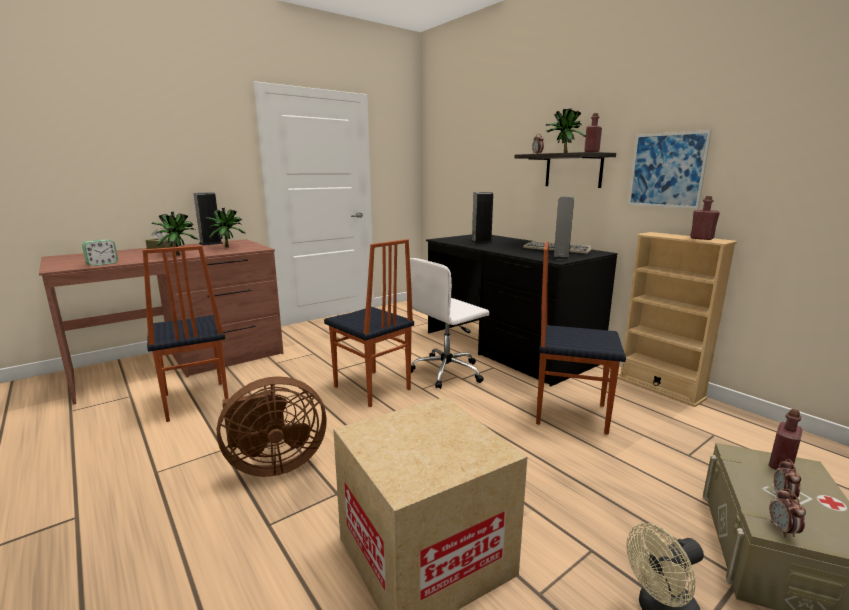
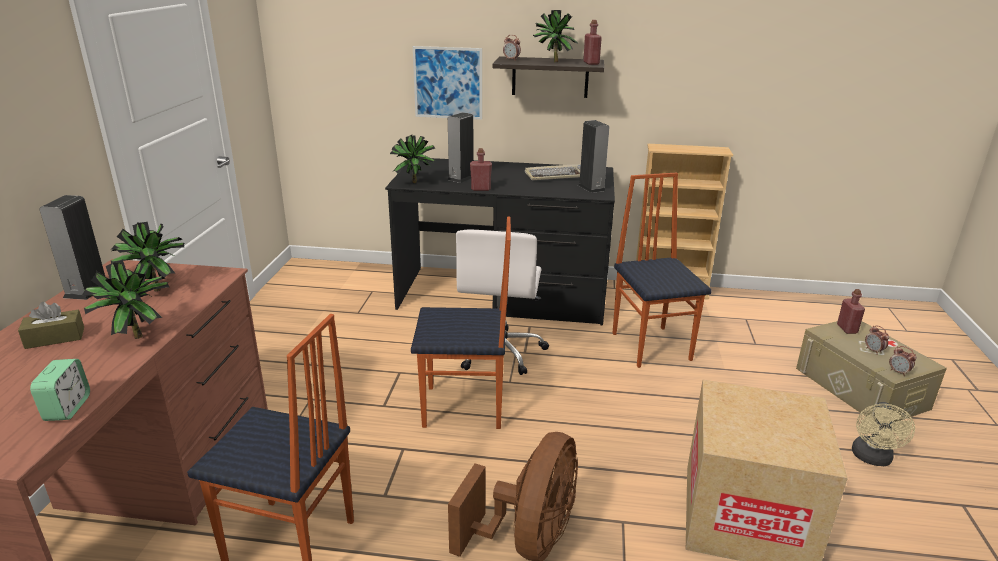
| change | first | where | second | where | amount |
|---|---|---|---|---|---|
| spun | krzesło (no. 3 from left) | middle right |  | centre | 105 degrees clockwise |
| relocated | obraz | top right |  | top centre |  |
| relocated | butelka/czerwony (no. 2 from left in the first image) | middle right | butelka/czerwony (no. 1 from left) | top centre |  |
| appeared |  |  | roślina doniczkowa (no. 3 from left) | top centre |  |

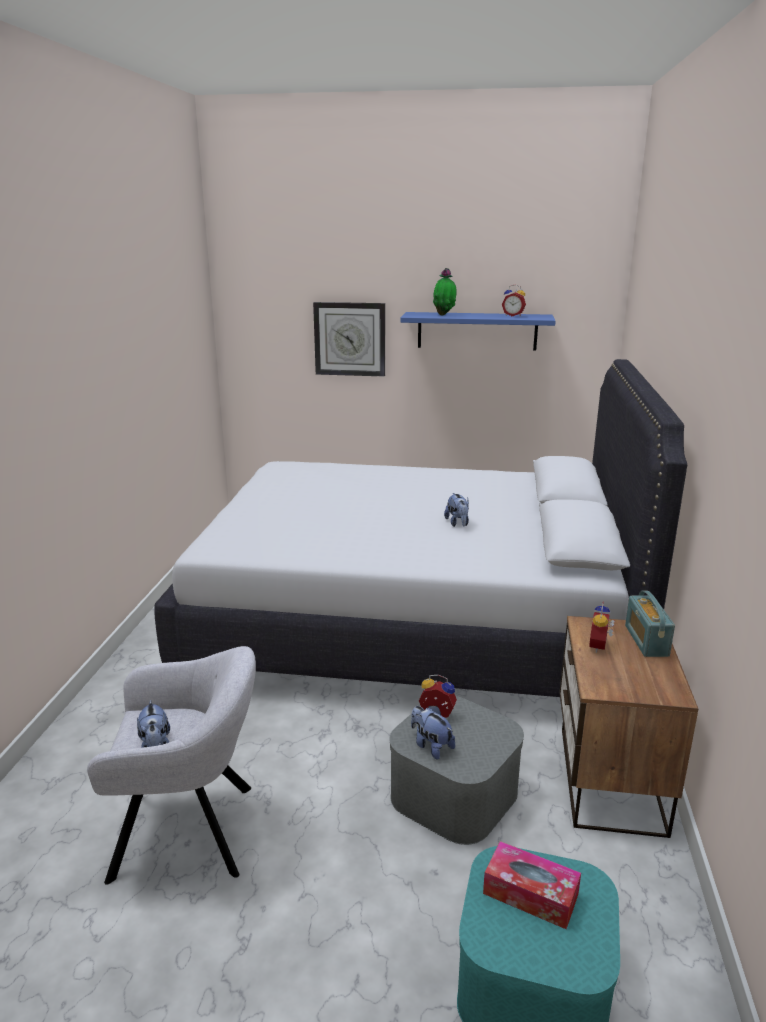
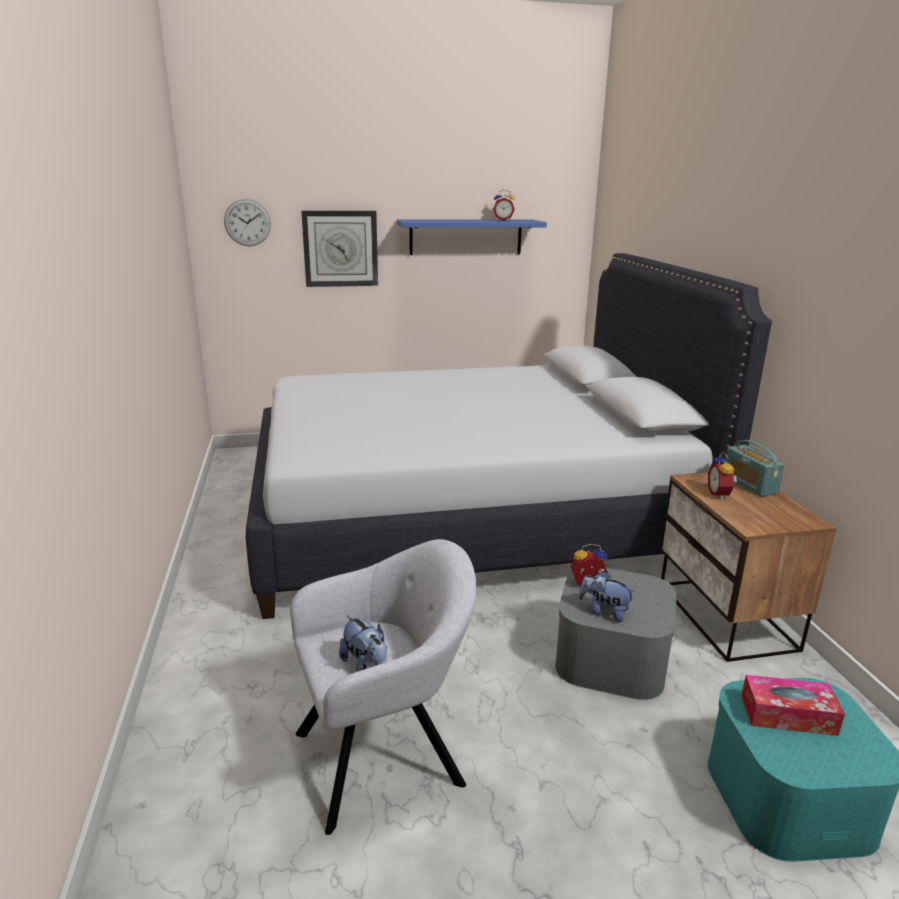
| change | first | where | second | where | amount |
|---|---|---|---|---|---|
| missing | roślina doniczkowa | top centre |  |  |  |
| missing | pluszak (no. 3 from left) | centre |  |  |  |
| appeared |  |  | zegar ścienny (no. 1 from left) | top left |  |

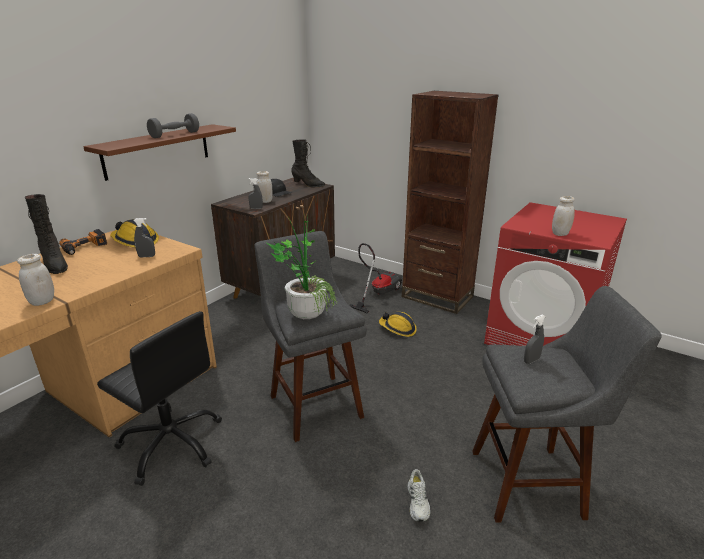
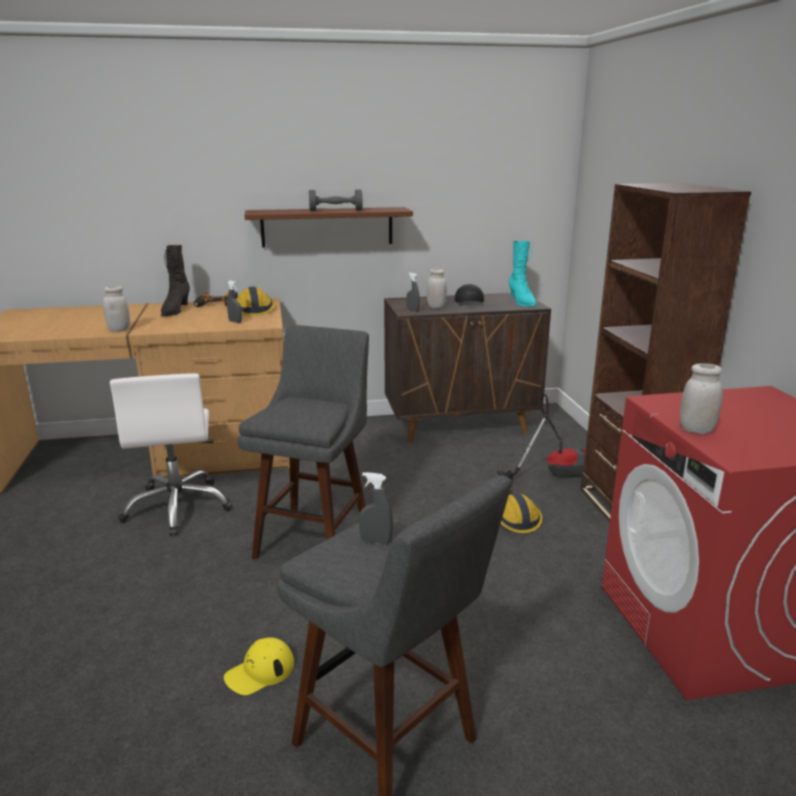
| change | first | where | second | where | amount |
|---|---|---|---|---|---|
| colour | krzesło biurowe/czarny | bottom left | krzesło biurowe/biały | middle left |  |
| missing | roślina doniczkowa | centre |  |  |  |
| colour | but z cholewką/czarny (no. 2 from left) | top centre | but z cholewką/turkusowy | centre |  |
| exchanged | but/biały | bottom centre | czapka z daszkiem/żółty | bottom left |  |

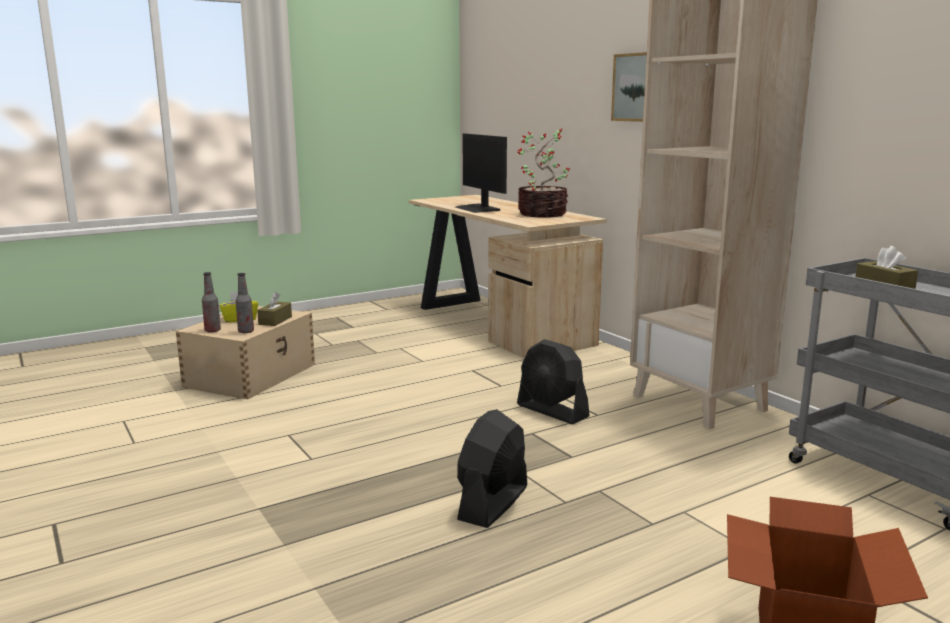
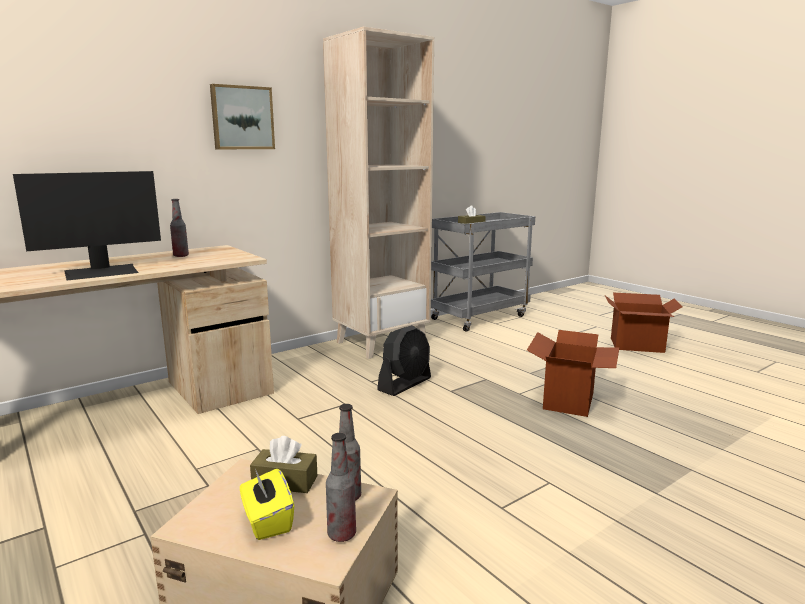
| change | first | where | second | where | amount |
|---|---|---|---|---|---|
| exchanged | wentylator/czarny (no. 1 from left) | bottom centre | karton (no. 1 from left) | middle right |  |
| exchanged | roślina doniczkowa | top centre | butelka (no. 1 from left) | middle left |  |

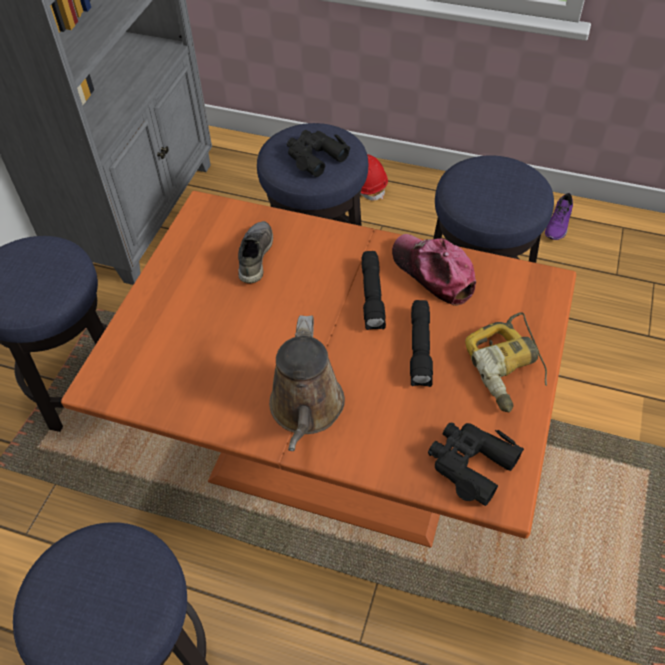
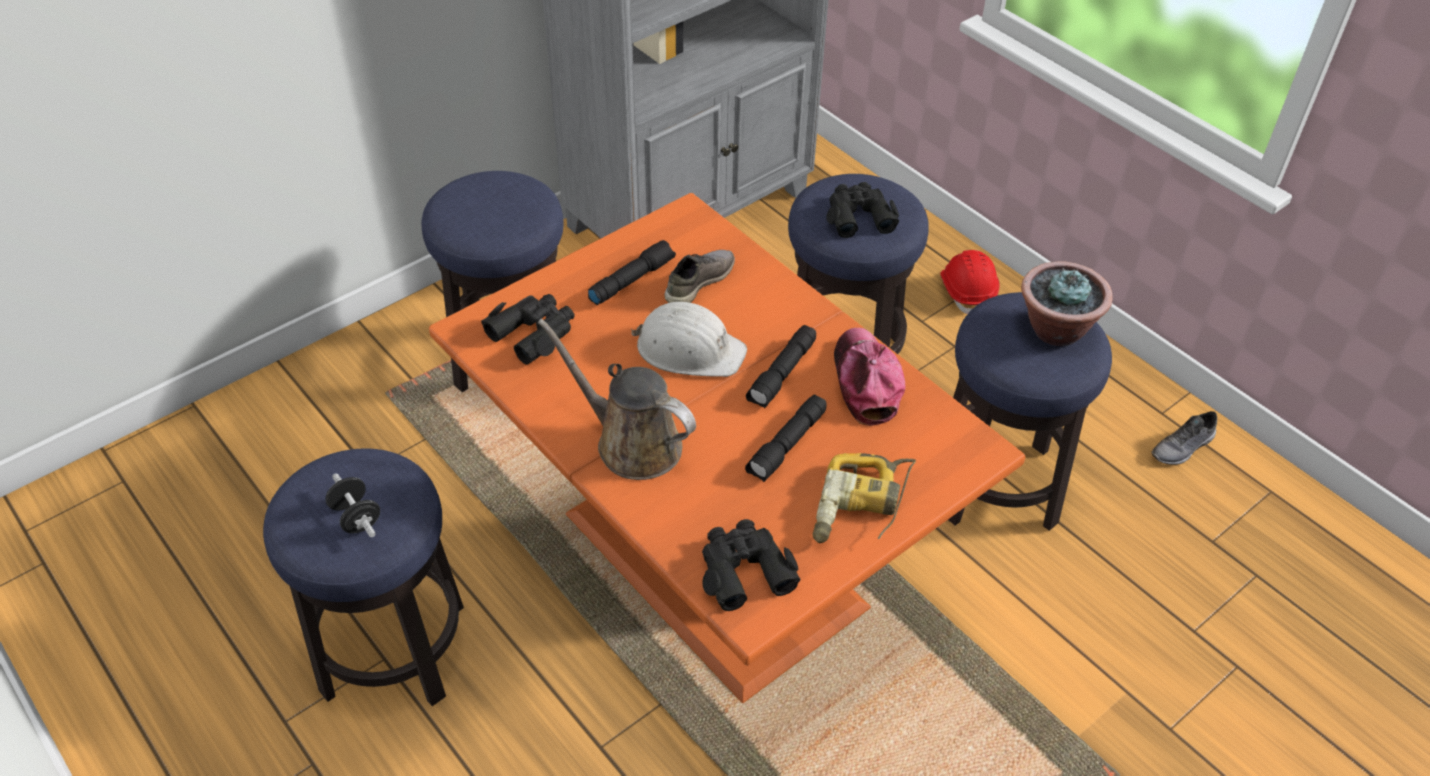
| change | first | where | second | where | amount |
|---|---|---|---|---|---|
| spun | konewka/brązowy | centre |  | centre | 90 degrees clockwise |
| colour | but/fioletowy | top right | but/szary (no. 2 from left) | middle right |  |
| appeared |  |  | hantel/czarny | middle left |  |
| appeared |  |  | lornetka/czarny (no. 1 from left) | centre |  |
| appeared |  |  | latarka/czarny (no. 1 from left) | centre |  |
| appeared |  |  | kask/biały | centre |  |
| appeared |  |  | roślina doniczkowa | middle right |  |

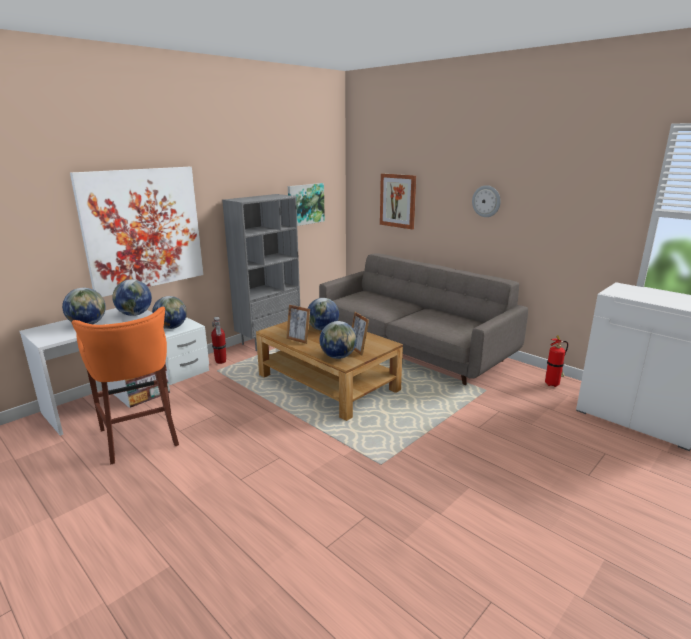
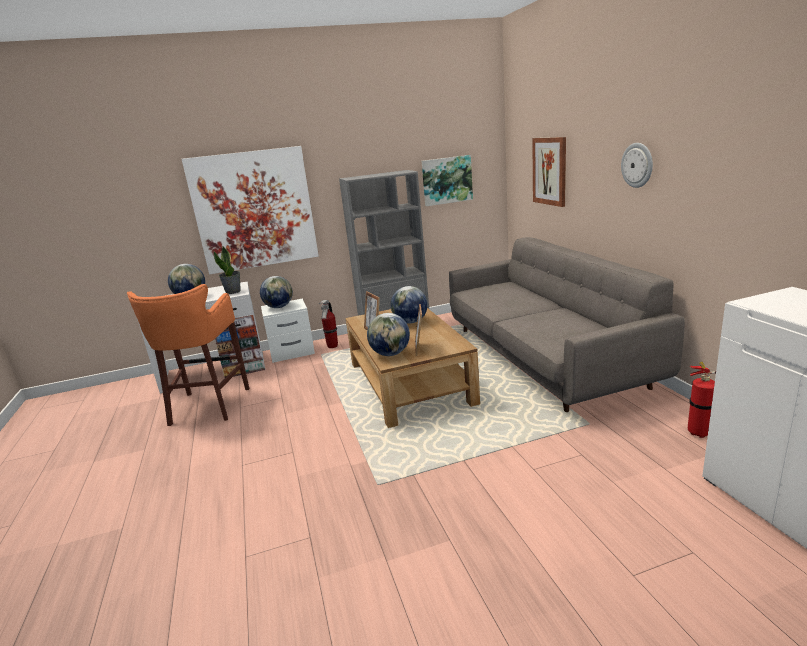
| change | first | where | second | where | amount |
|---|---|---|---|---|---|
| exchanged | globus (no. 2 from left) | middle left | roślina doniczkowa | middle left |  |

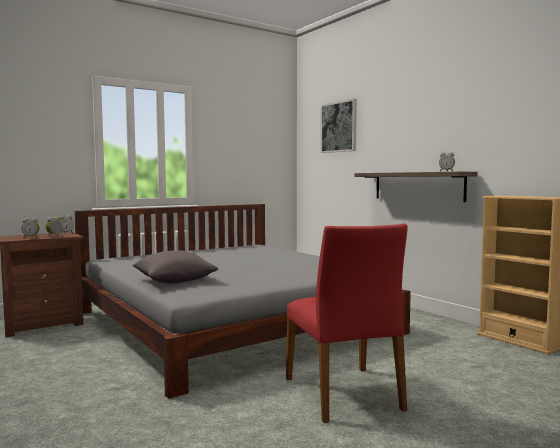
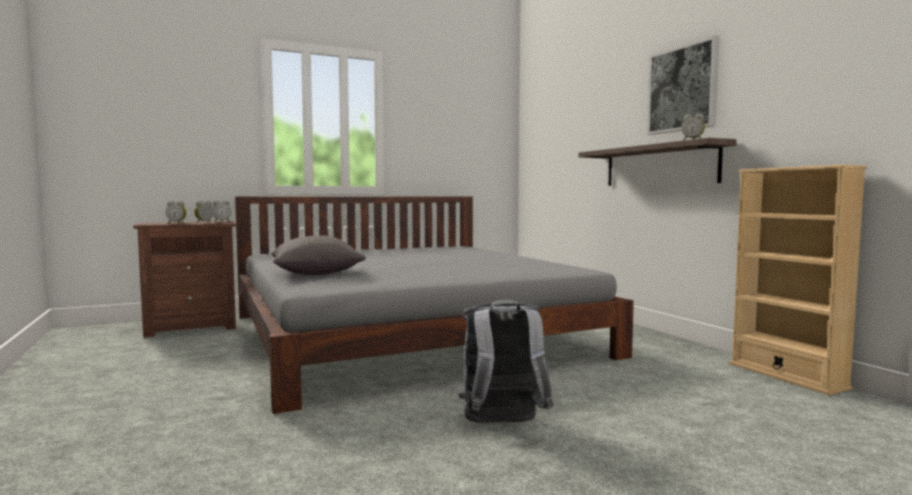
| change | first | where | second | where | amount |
|---|---|---|---|---|---|
| exchanged | krzesło/czerwony | bottom centre | plecak/szary | bottom centre |  |
| relocated | obraz | top centre |  | top right |  |

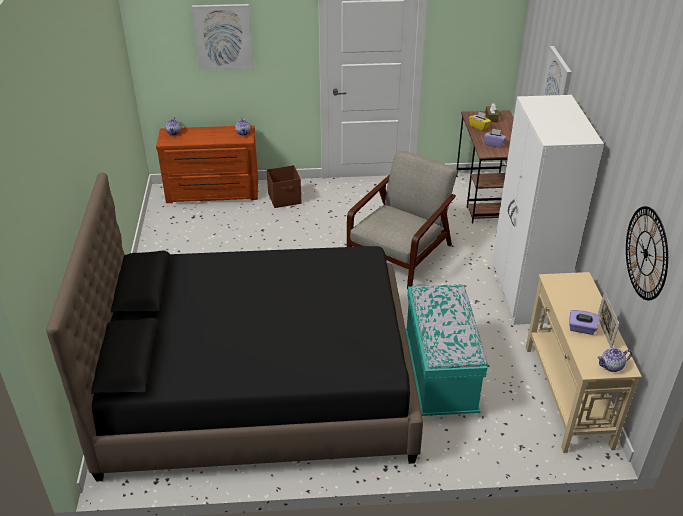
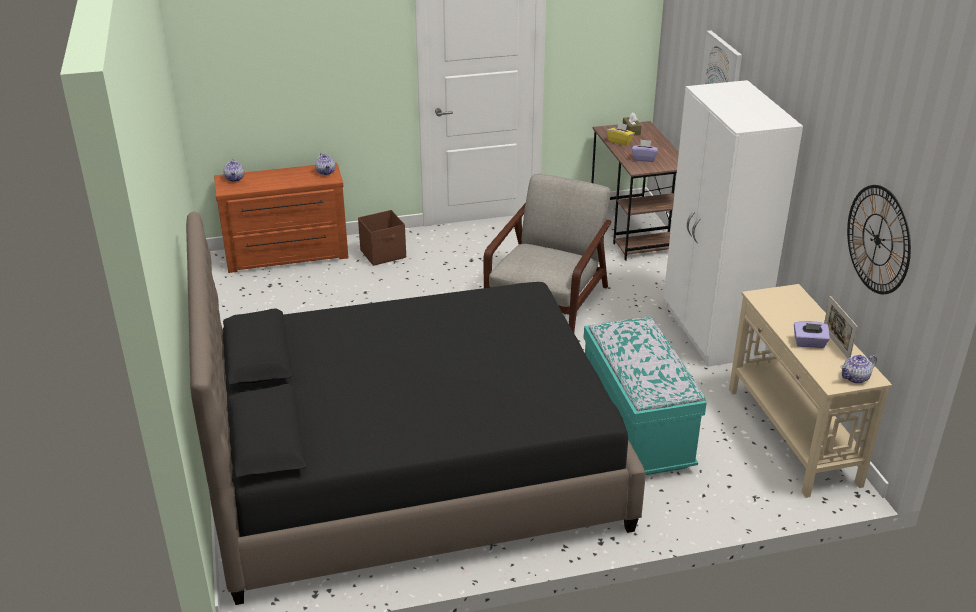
| change | first | where | second | where | amount |
|---|---|---|---|---|---|
| missing | obraz (no. 1 from left) | top left |  |  |  |

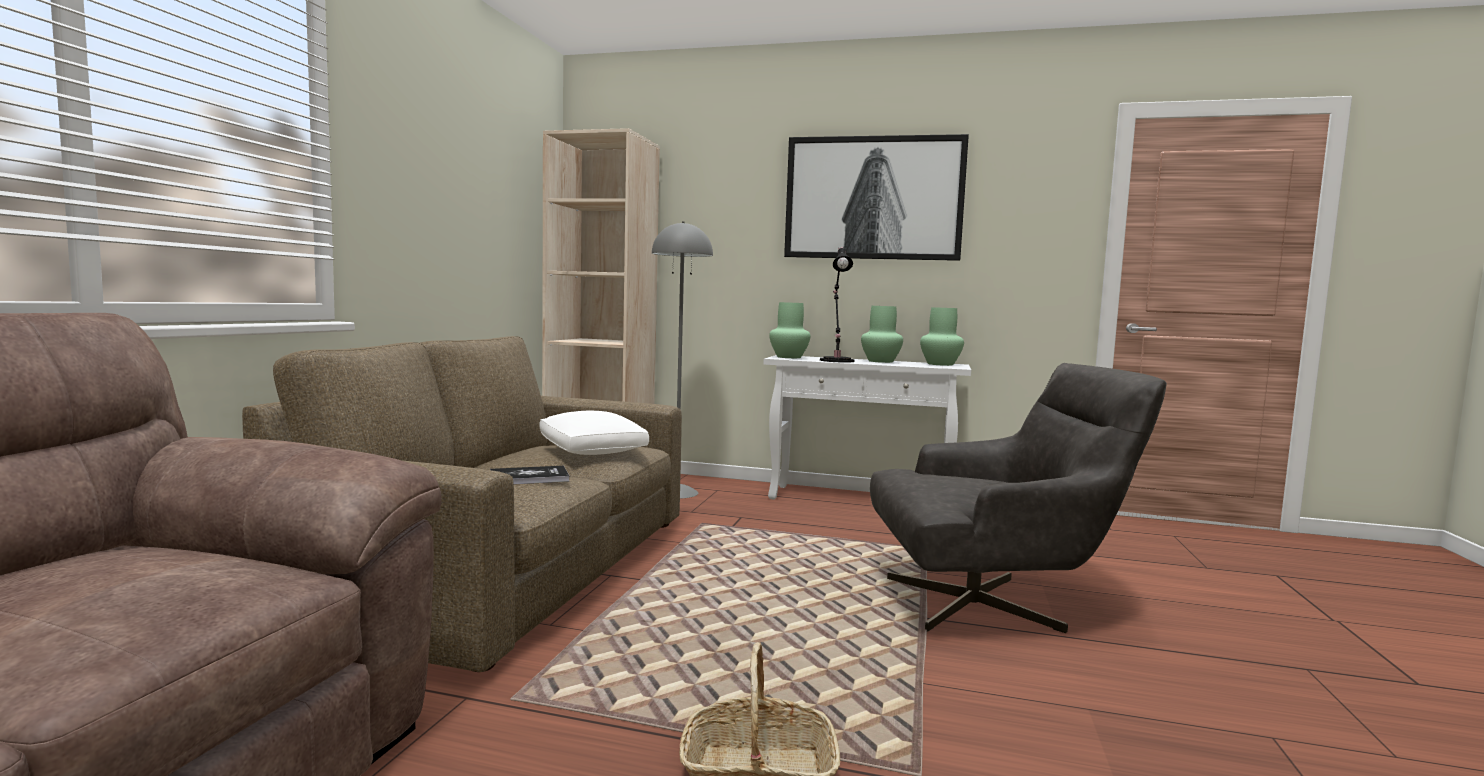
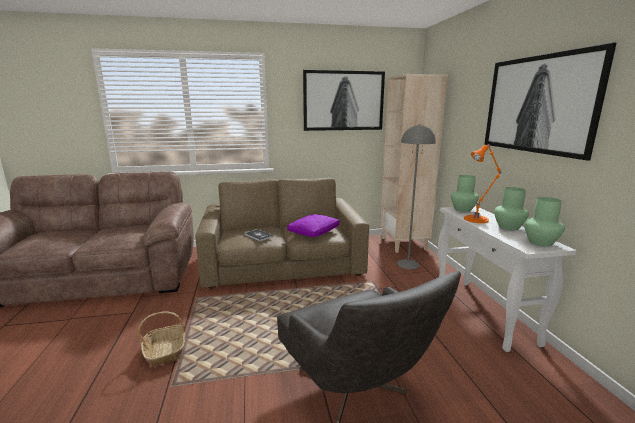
| change | first | where | second | where | amount |
|---|---|---|---|---|---|
| colour | poduszka/biały | centre | poduszka/fioletowy | centre |  |
| colour | lampa stołowa/czarny | centre | lampa stołowa/pomarańczowy | middle right |  |
| appeared |  |  | obraz (no. 1 from left) | top centre |  |

